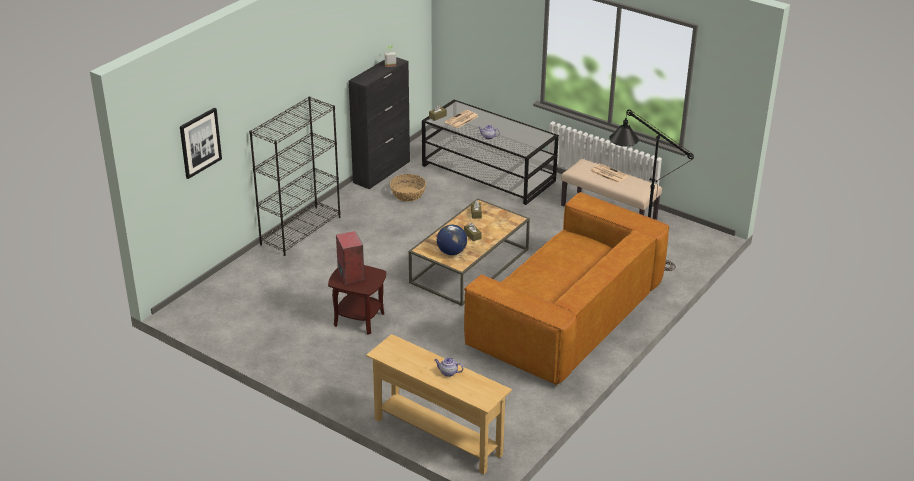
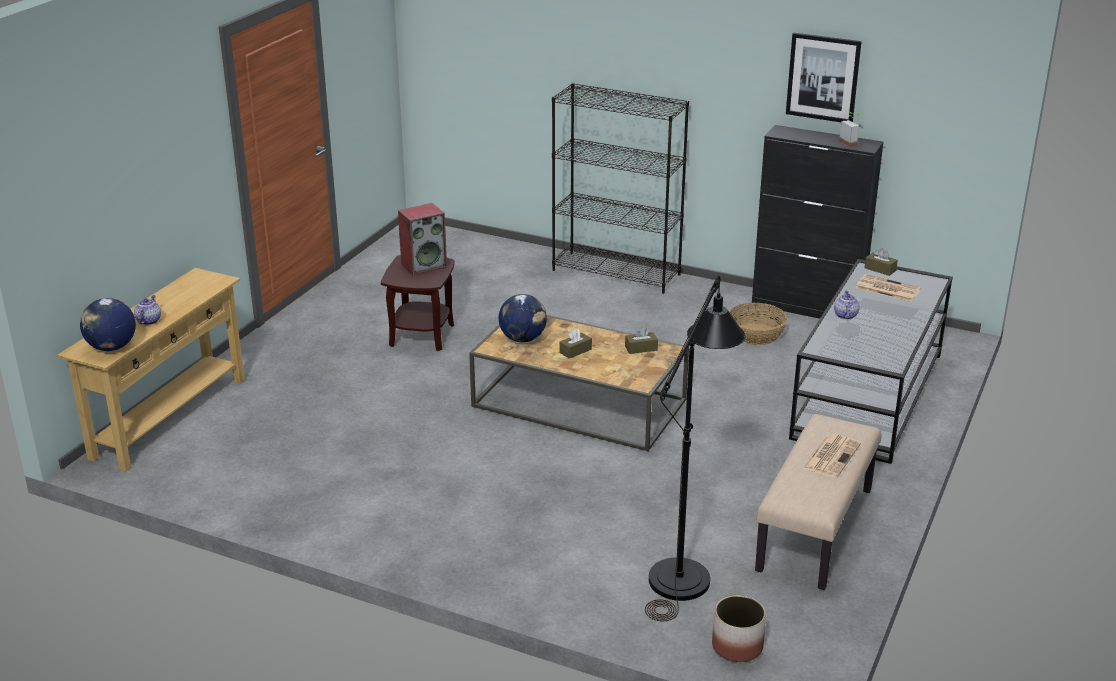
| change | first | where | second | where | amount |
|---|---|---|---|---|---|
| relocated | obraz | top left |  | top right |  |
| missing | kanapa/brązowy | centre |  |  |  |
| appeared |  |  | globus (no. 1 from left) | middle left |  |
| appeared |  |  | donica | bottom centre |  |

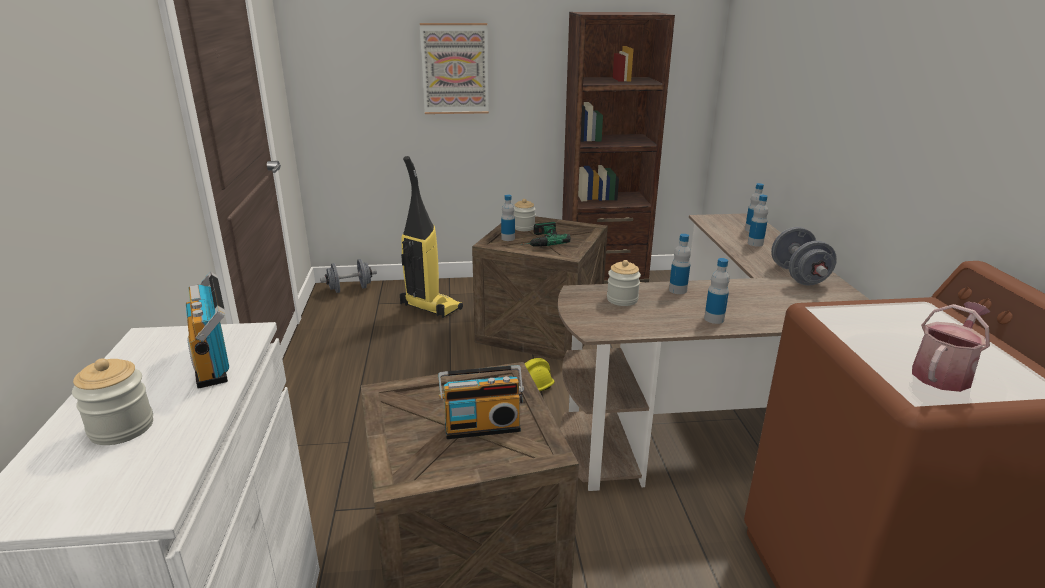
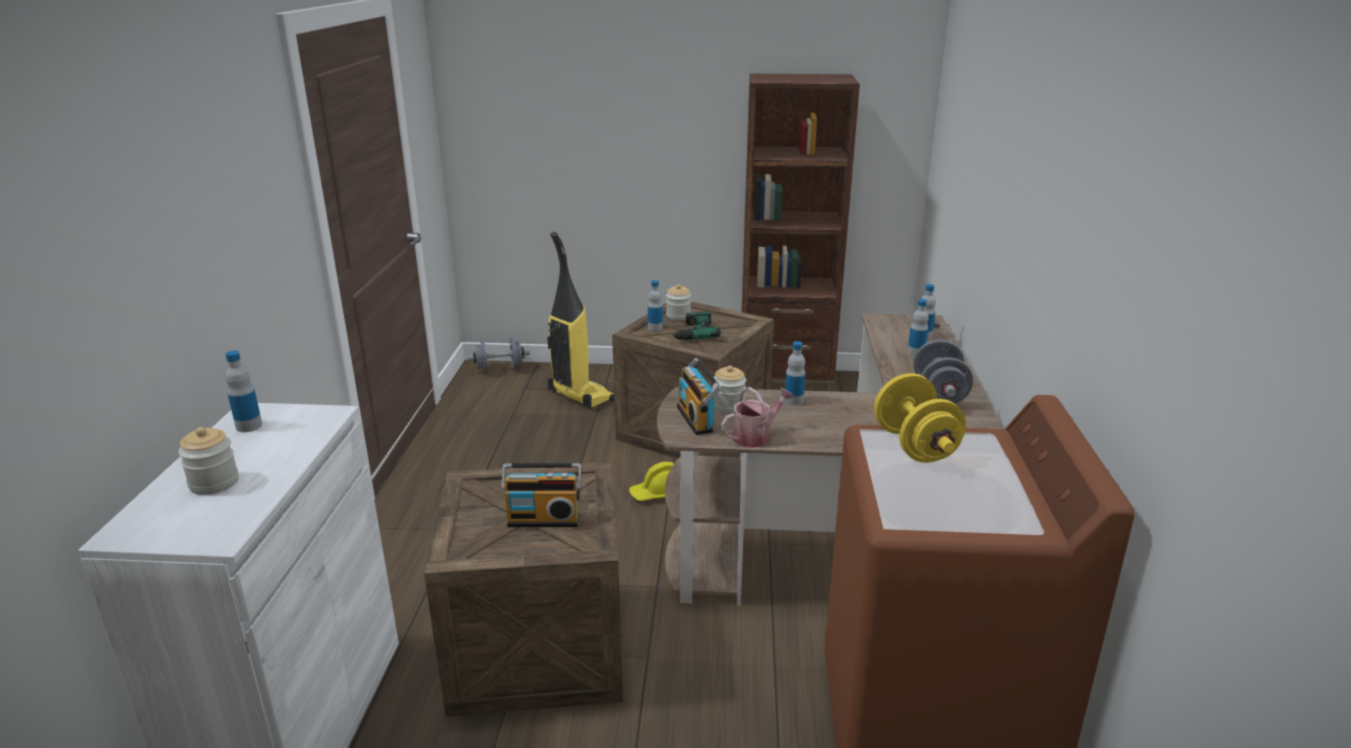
| change | first | where | second | where | amount |
|---|---|---|---|---|---|
| relocated | radio (no. 1 from left in the first image) | middle left | radio (no. 2 from left) | centre |  |
| missing | obraz | top centre |  |  |  |
| relocated | butelka (no. 3 from left in the first image) | middle right | butelka (no. 1 from left) | middle left |  |
| relocated | konewka | middle right |  | centre |  |
| appeared |  |  | hantel/żółty | middle right |  |

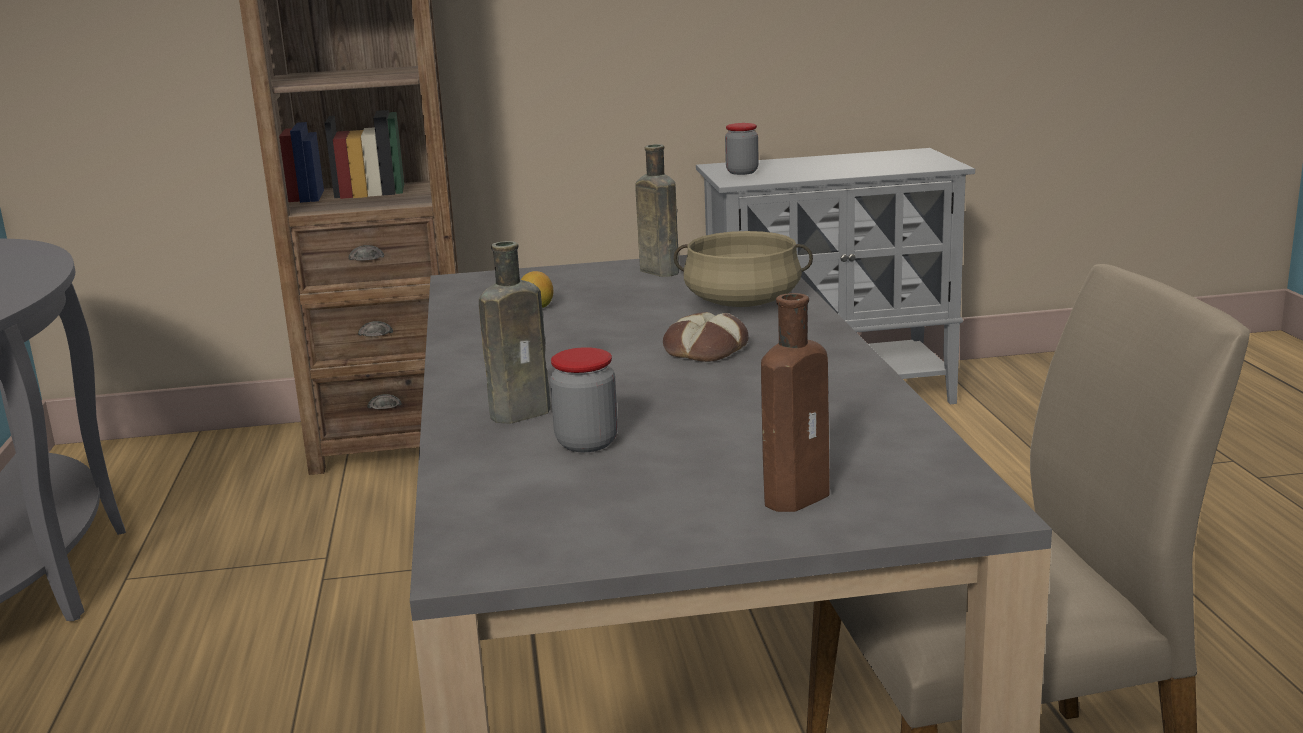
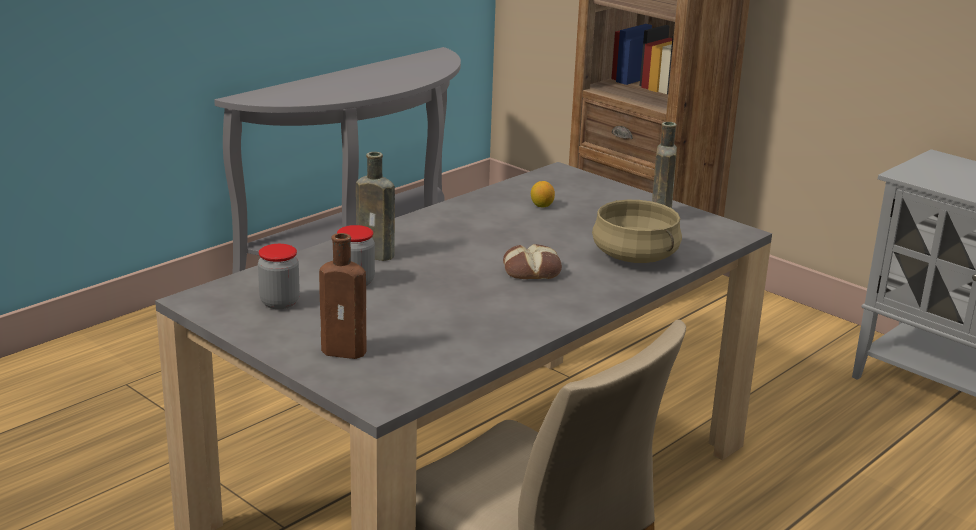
| change | first | where | second | where | amount |
|---|---|---|---|---|---|
| relocated | słoik (no. 2 from left in the first image) | top centre | słoik (no. 1 from left) | middle left |  |

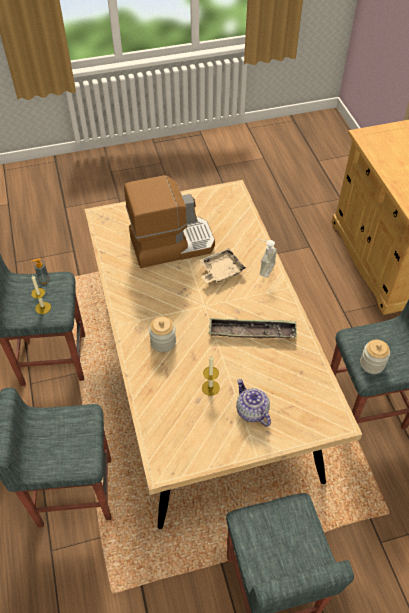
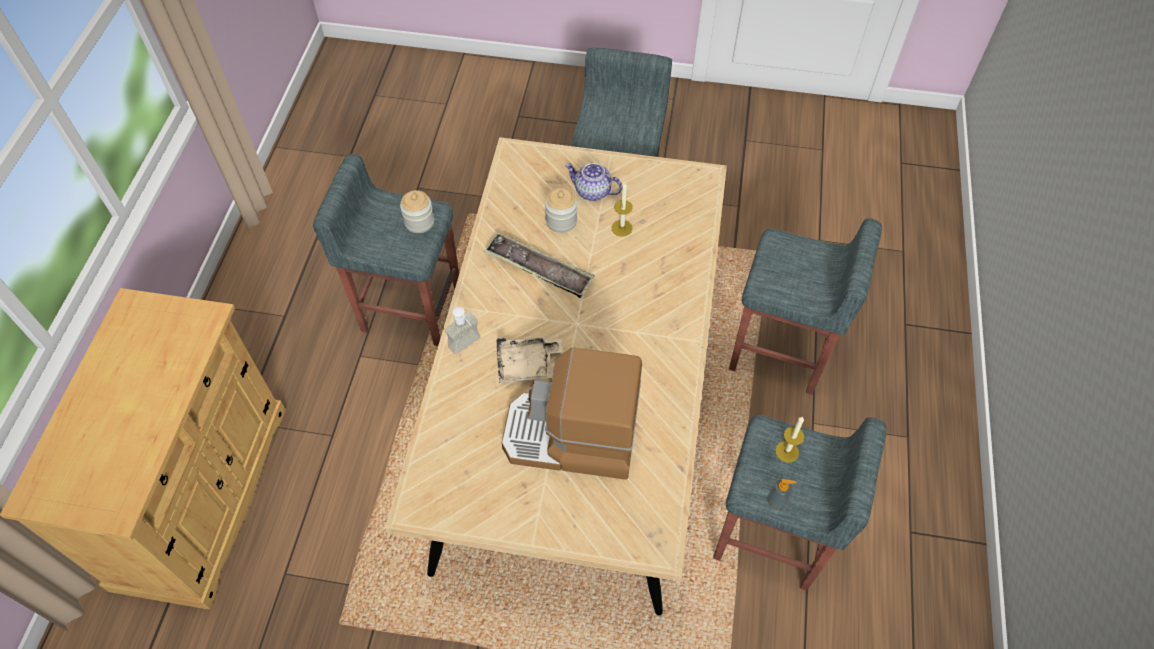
| change | first | where | second | where | amount |
|---|---|---|---|---|---|
| relocated | słoik (no. 1 from left in the first image) | centre | słoik (no. 2 from left) | top centre |  |
| spun | imbryk | centre |  | top centre | 120 degrees clockwise |

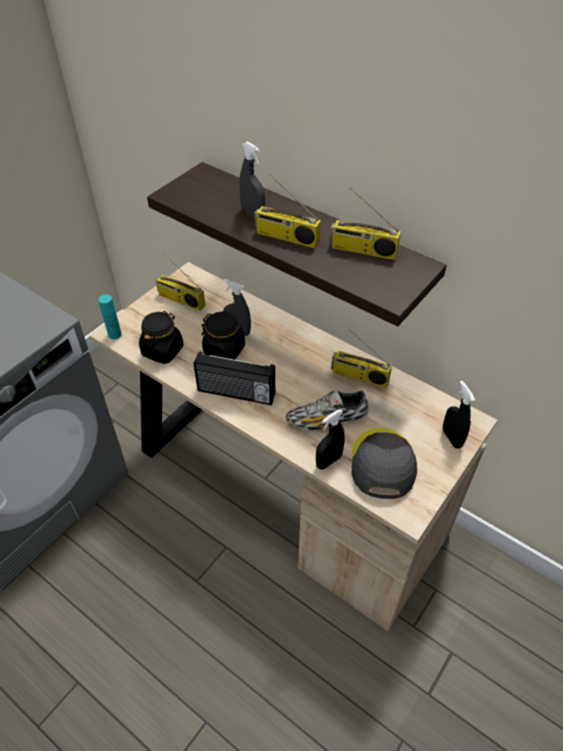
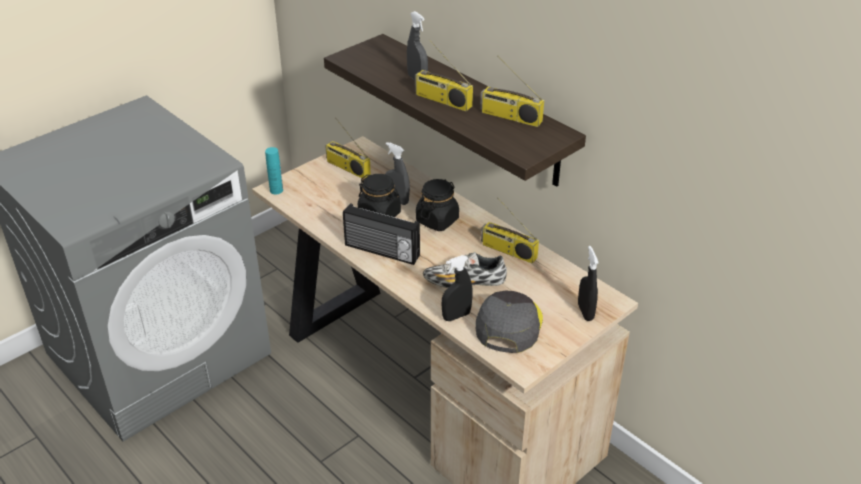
| change | first | where | second | where | amount |
|---|---|---|---|---|---|
| relocated | słoik/czarny (no. 1 from left in the first image) | middle left | słoik/czarny (no. 2 from left) | centre |  |

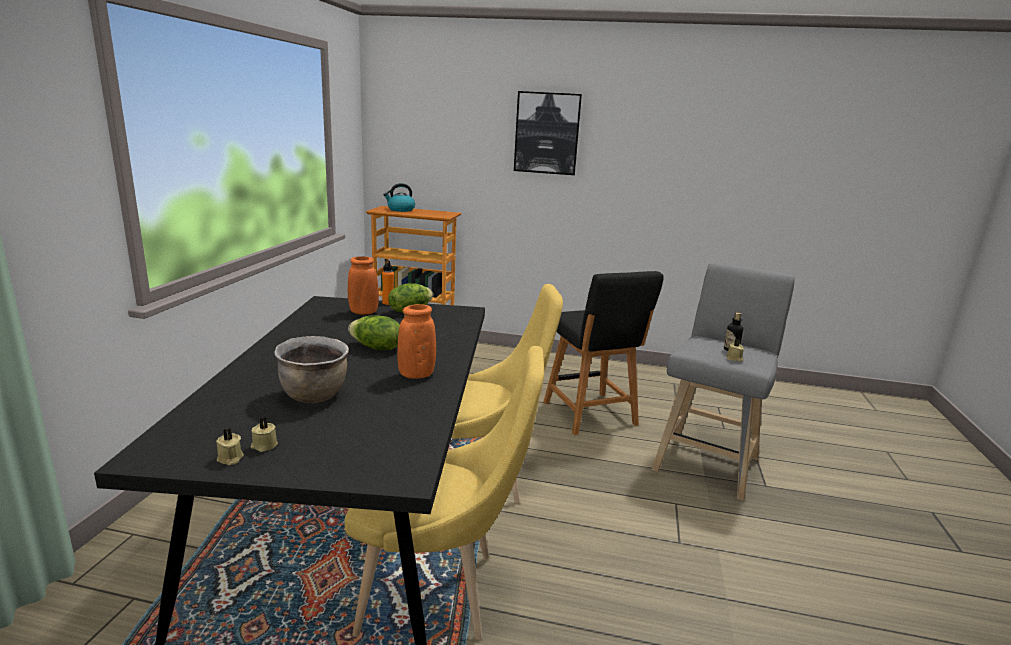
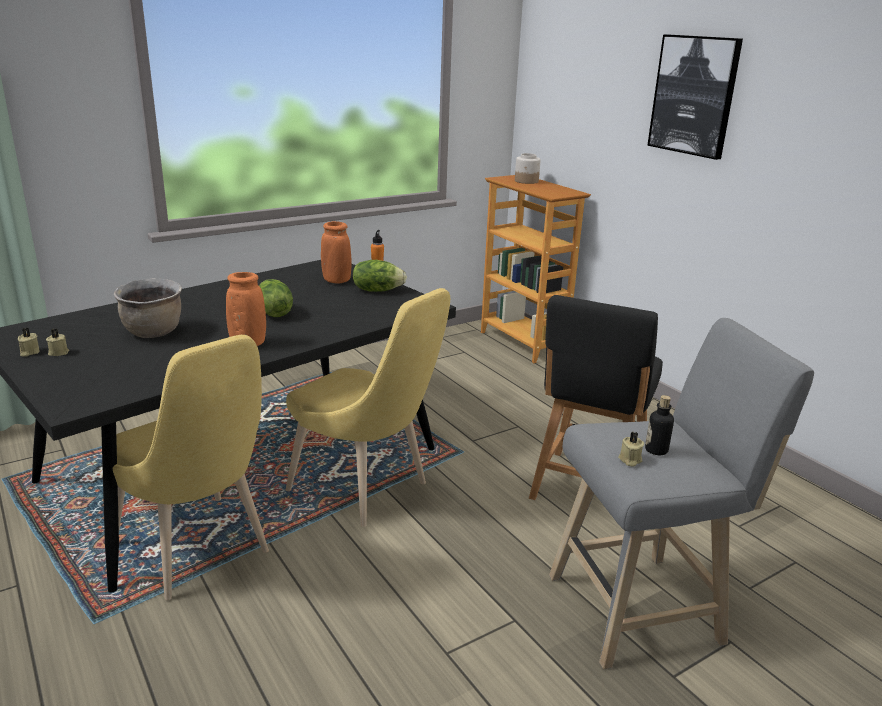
| change | first | where | second | where | amount |
|---|---|---|---|---|---|
| exchanged | czajnik | top centre | słoik | top centre |  |

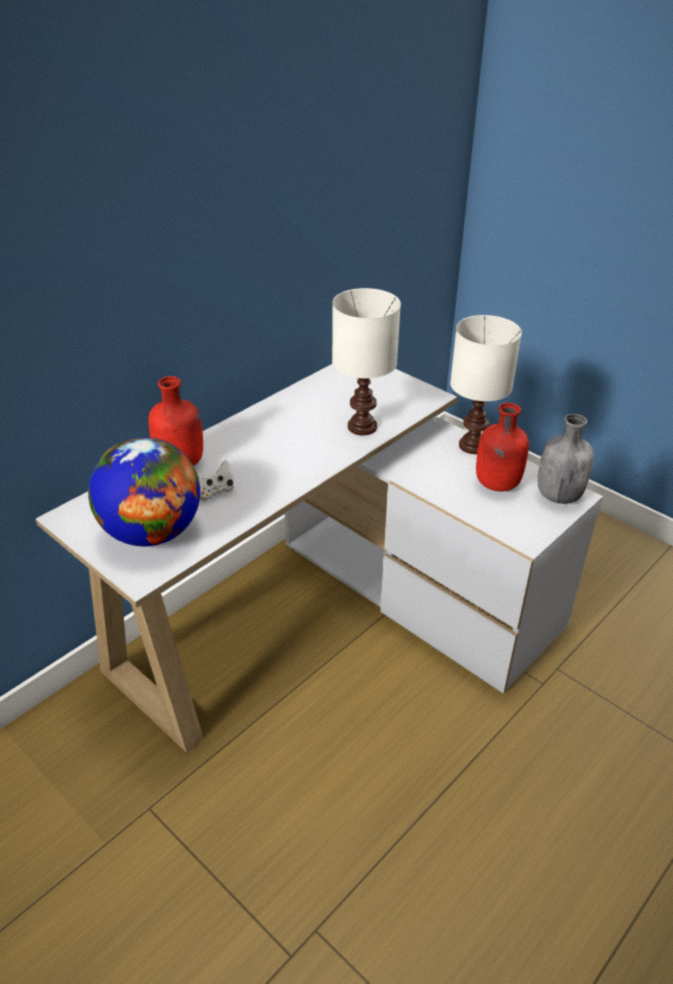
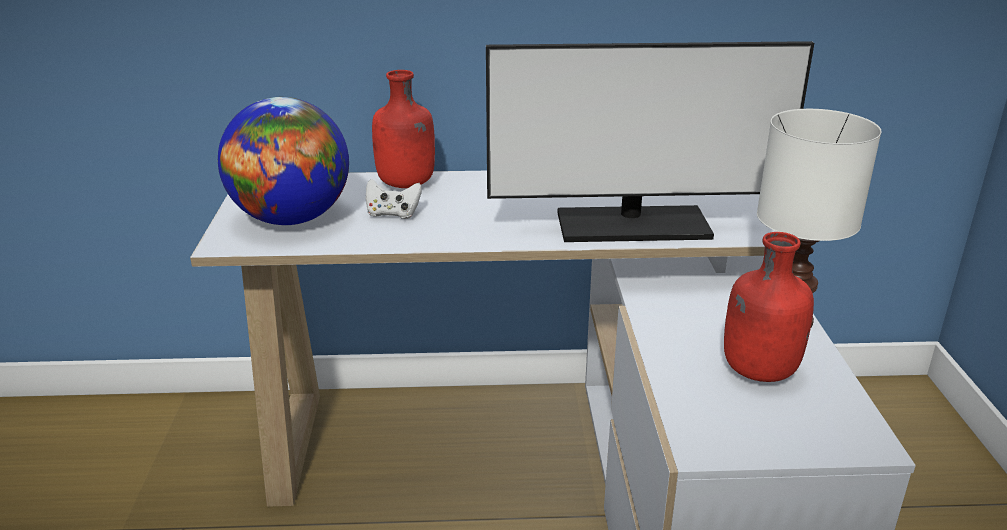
| change | first | where | second | where | amount |
|---|---|---|---|---|---|
| exchanged | lampa stołowa/biały (no. 1 from left) | centre | monitor | top centre |  |
| missing | butelka/szary | middle right |  |  |  |

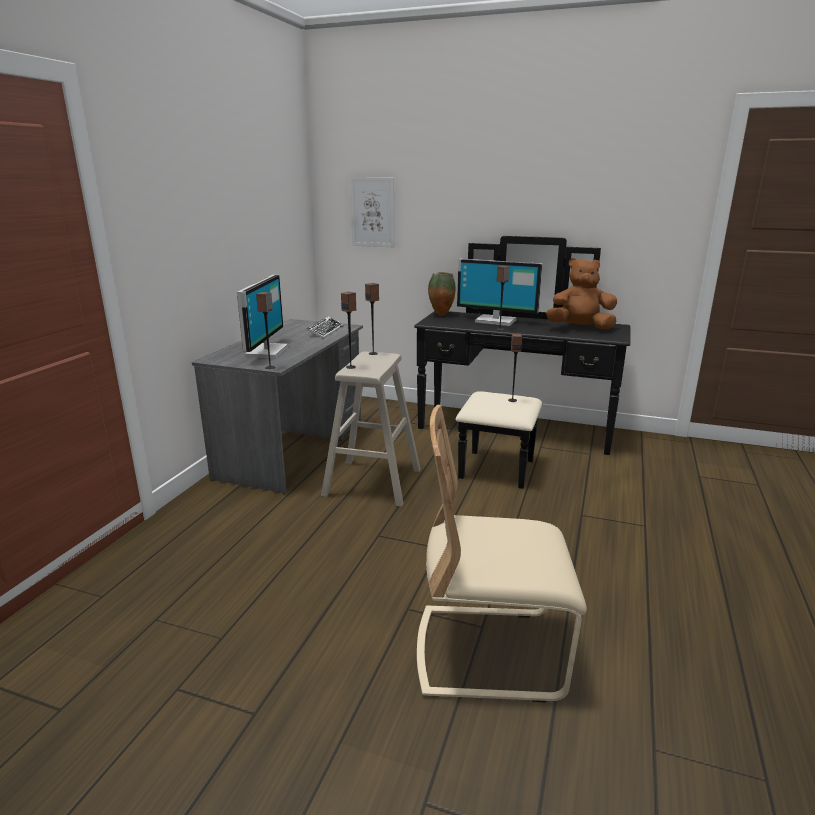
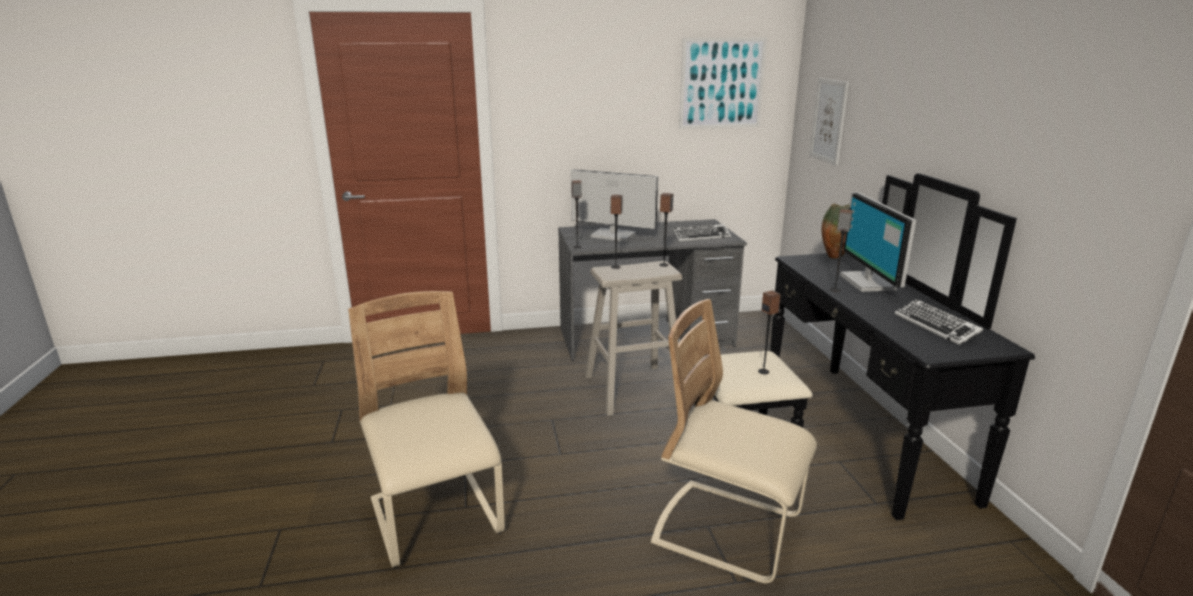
| change | first | where | second | where | amount |
|---|---|---|---|---|---|
| spun | monitor (no. 1 from left) | middle left |  | centre | 135 degrees counterclockwise |
| exchanged | pluszak/brązowy | middle right | klawiatura (no. 2 from left) | middle right |  |
| appeared |  |  | krzesło/beżowy (no. 2 from left) | bottom centre |  |
| appeared |  |  | obraz (no. 1 from left) | top centre |  |

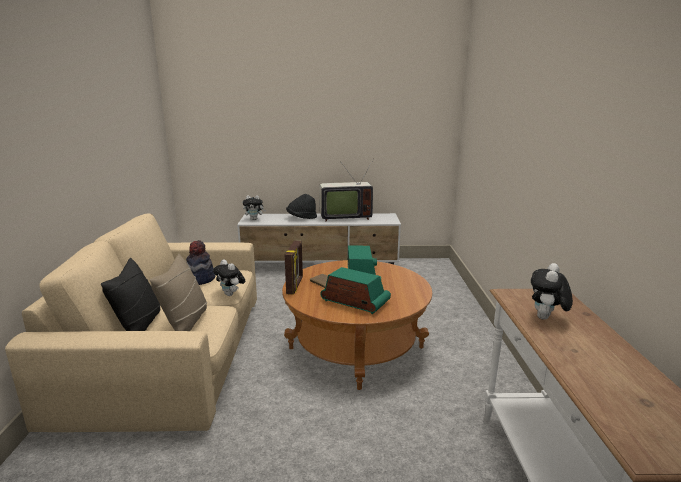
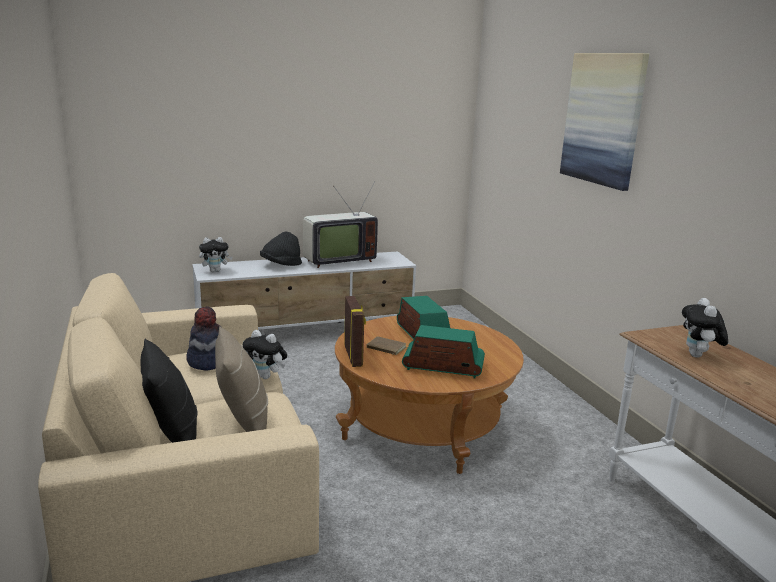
| change | first | where | second | where | amount |
|---|---|---|---|---|---|
| appeared |  |  | obraz | top right |  |

